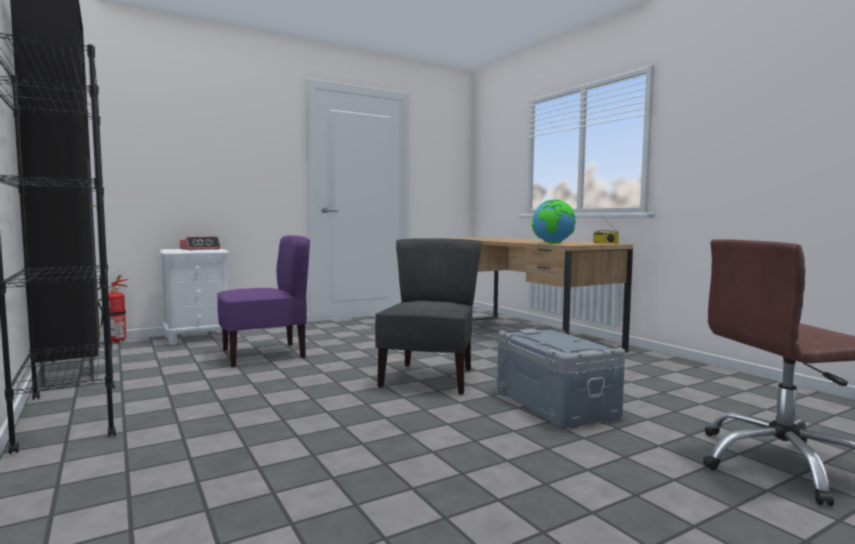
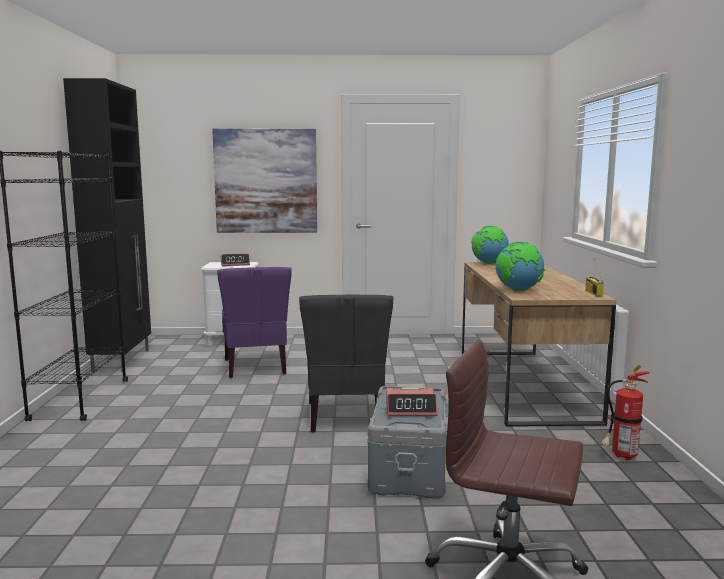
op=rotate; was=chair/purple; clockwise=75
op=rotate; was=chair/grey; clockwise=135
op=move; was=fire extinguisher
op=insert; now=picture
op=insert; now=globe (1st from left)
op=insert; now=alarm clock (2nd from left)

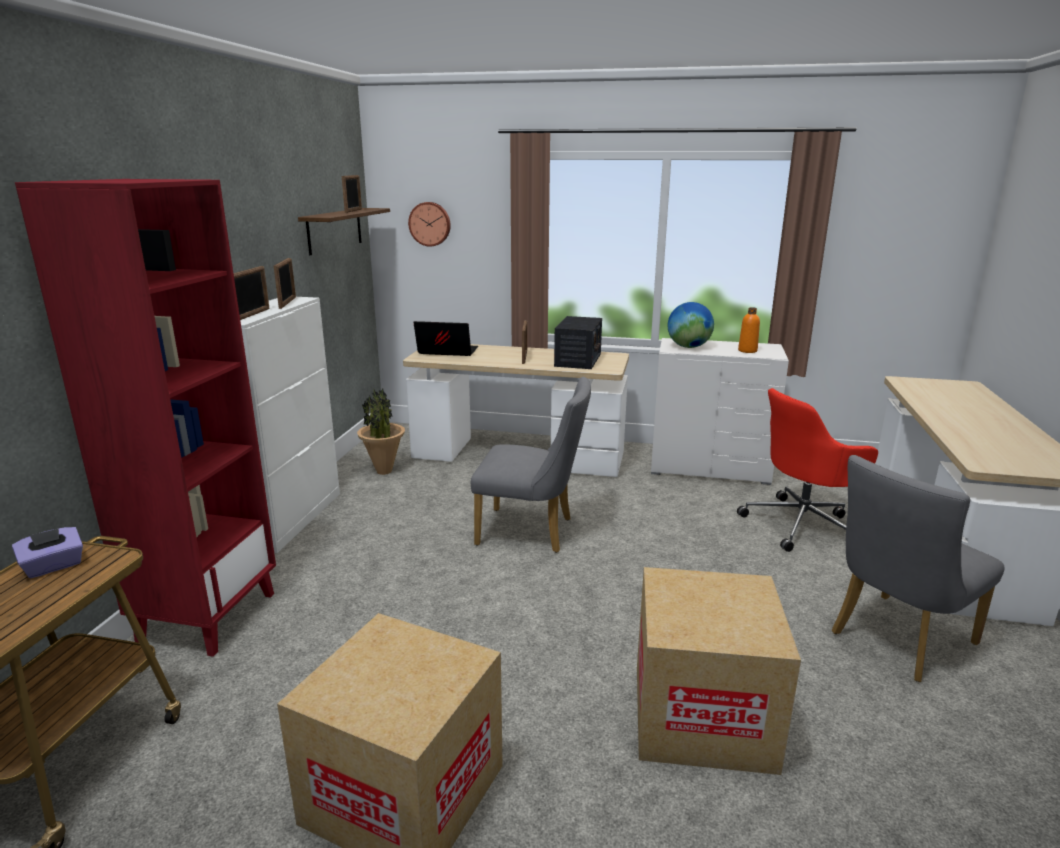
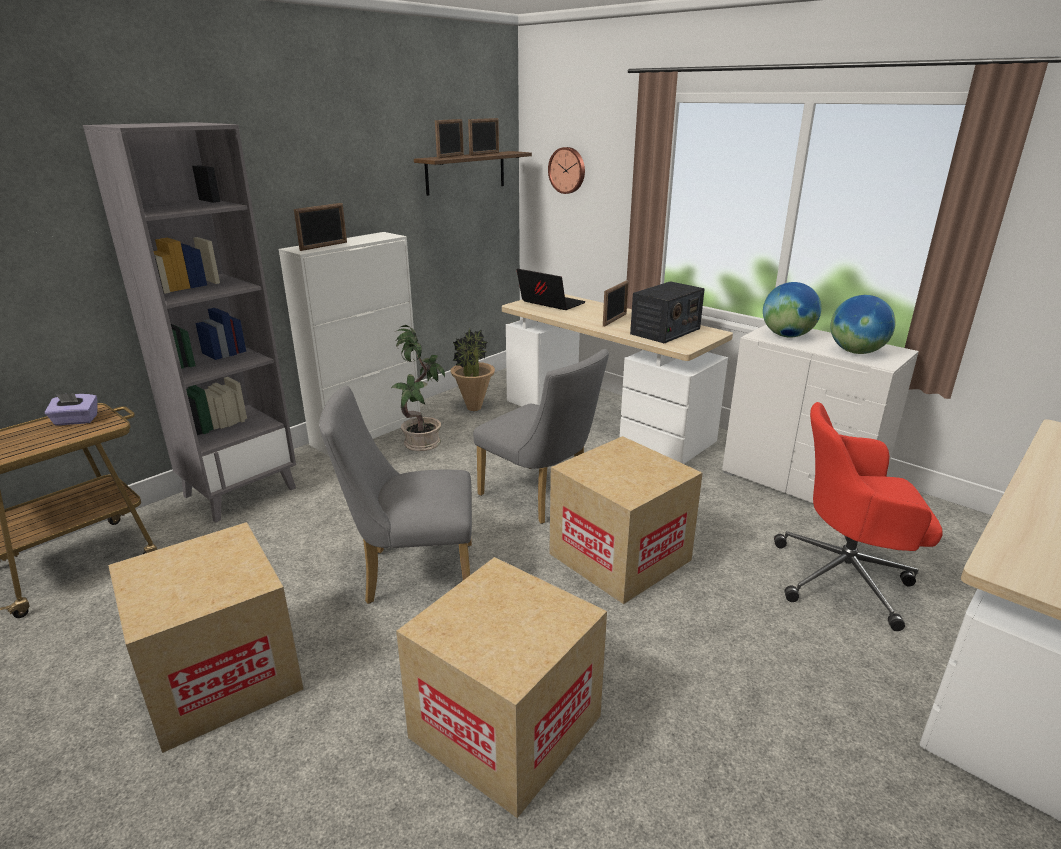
op=recolor; was=bookcase/red; now=bookcase/grey
op=move; was=picture frame (2nd from left)
op=replace; was=bottle/orange; now=globe (2nd from left)
op=move; was=chair/grey (2nd from left in the first image); now=chair/grey (1st from left)
op=insert; now=potted plant (1st from left)
op=insert; now=cardboard box (3rd from left)

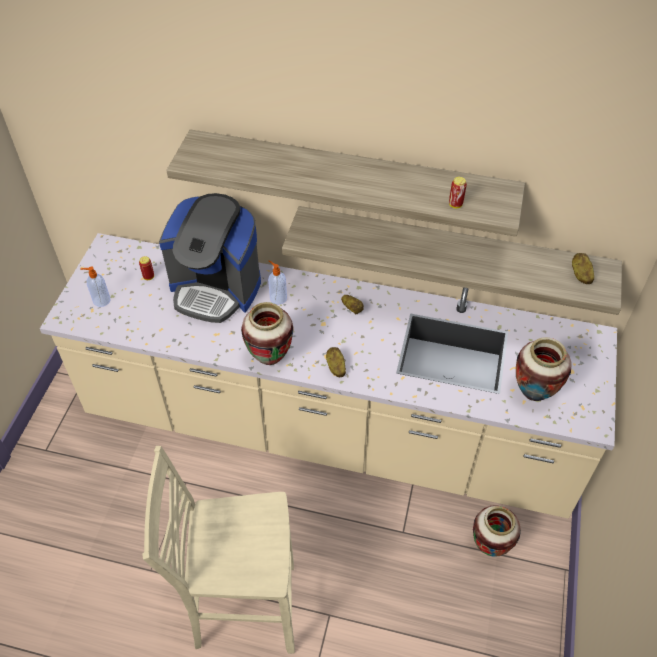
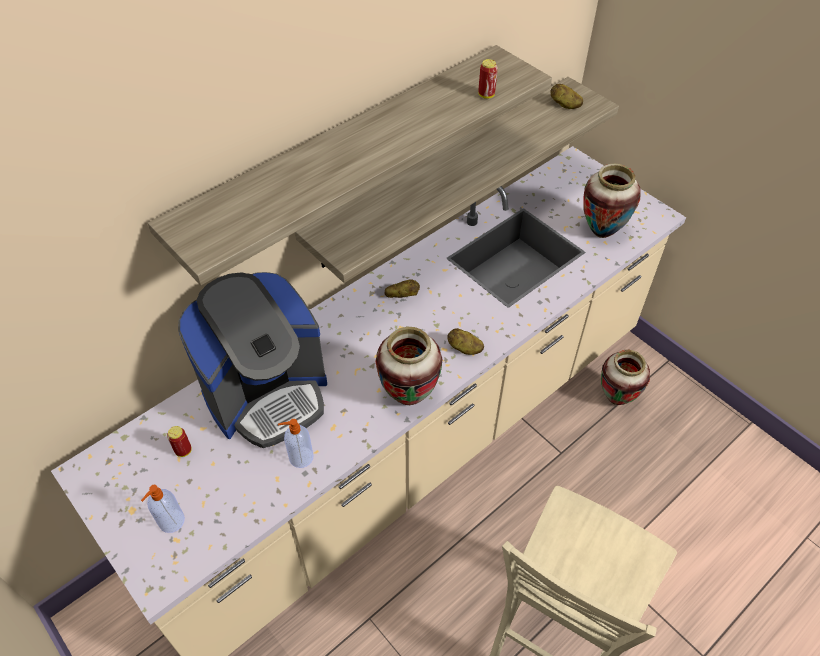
op=move; was=soap dispenser (2nd from left)

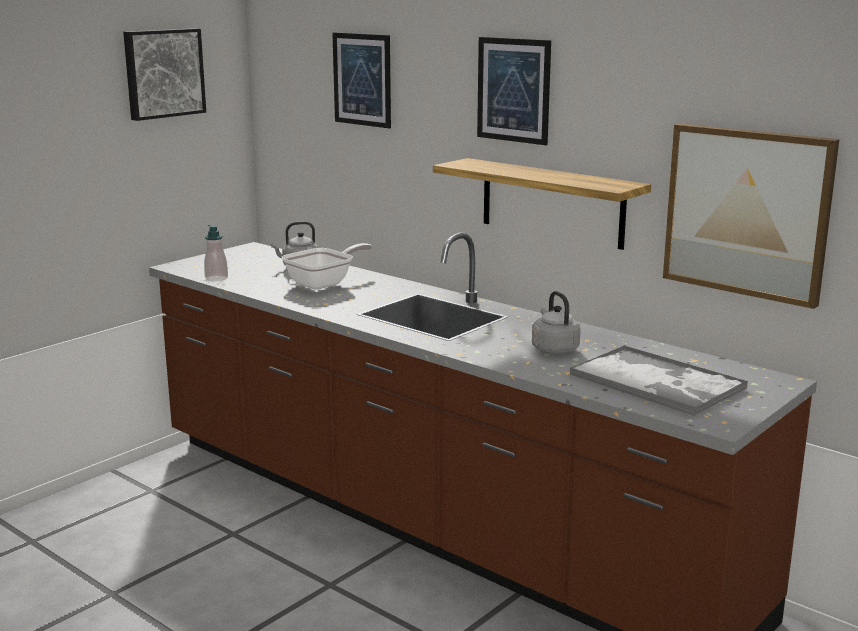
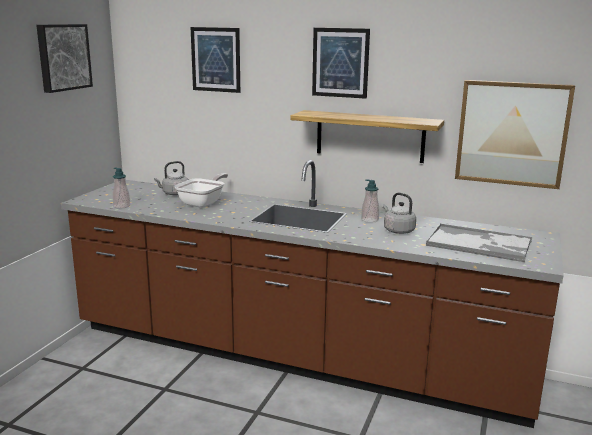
op=insert; now=soap dispenser (2nd from left)

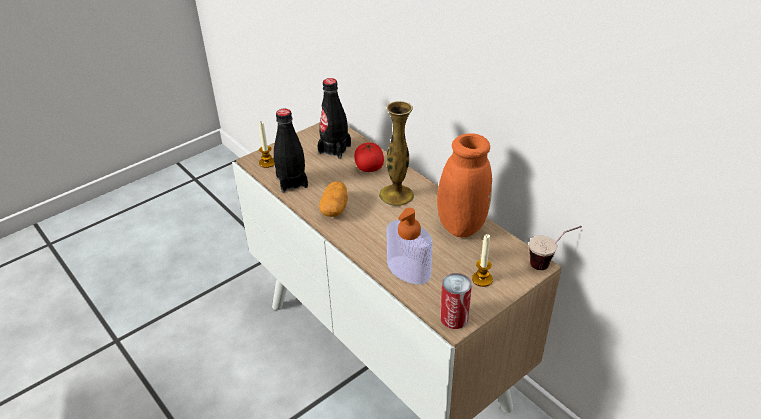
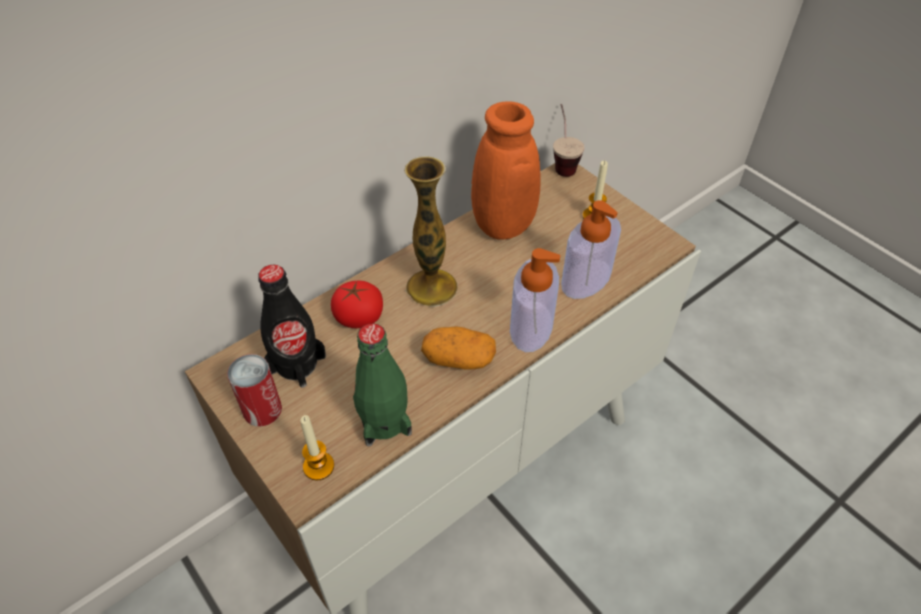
op=recolor; was=bottle/black (1st from left); now=bottle/green
op=move; was=can
op=insert; now=soap dispenser (1st from left)

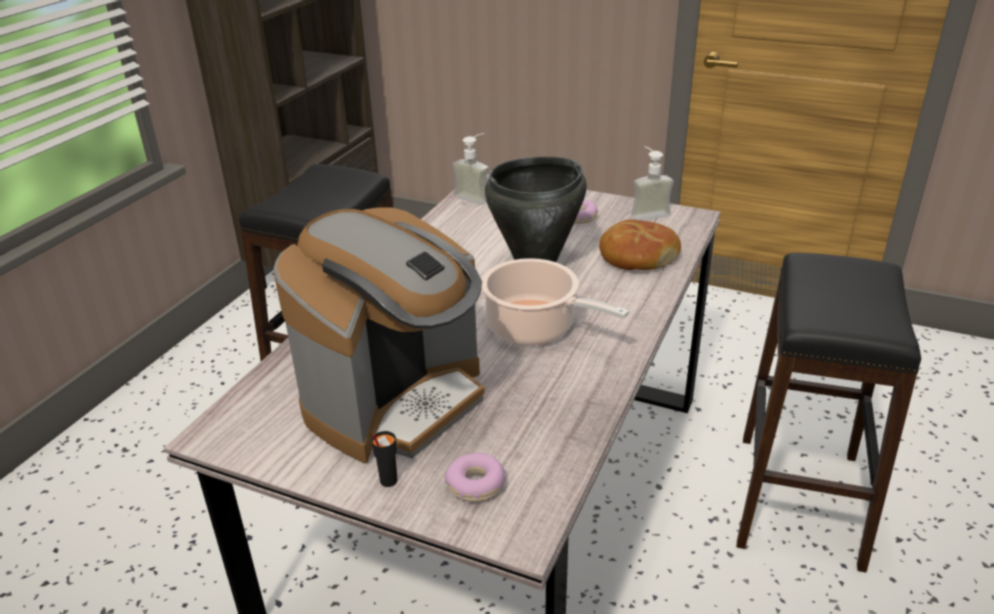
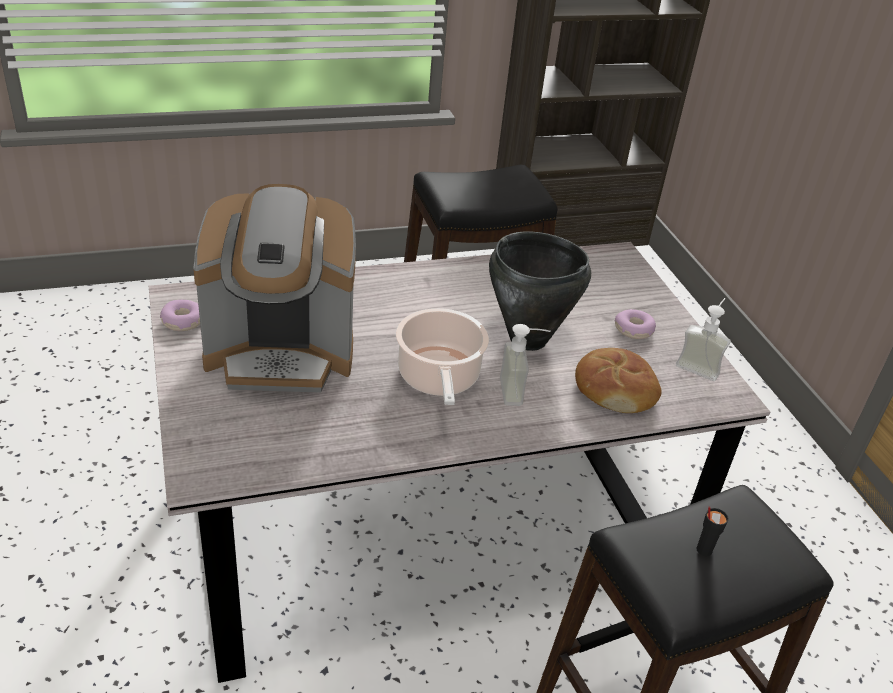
op=move; was=soap dispenser (1st from left)
op=move; was=cup/black
op=move; was=donut (1st from left)

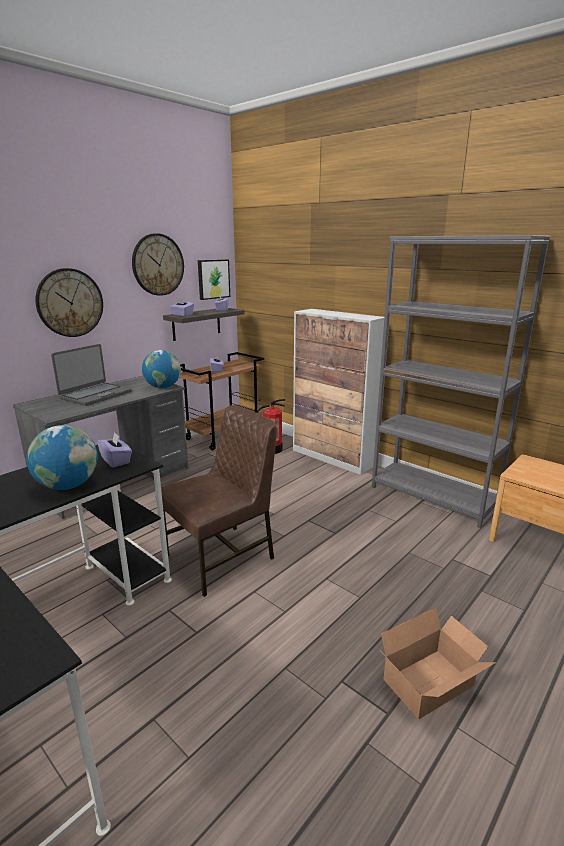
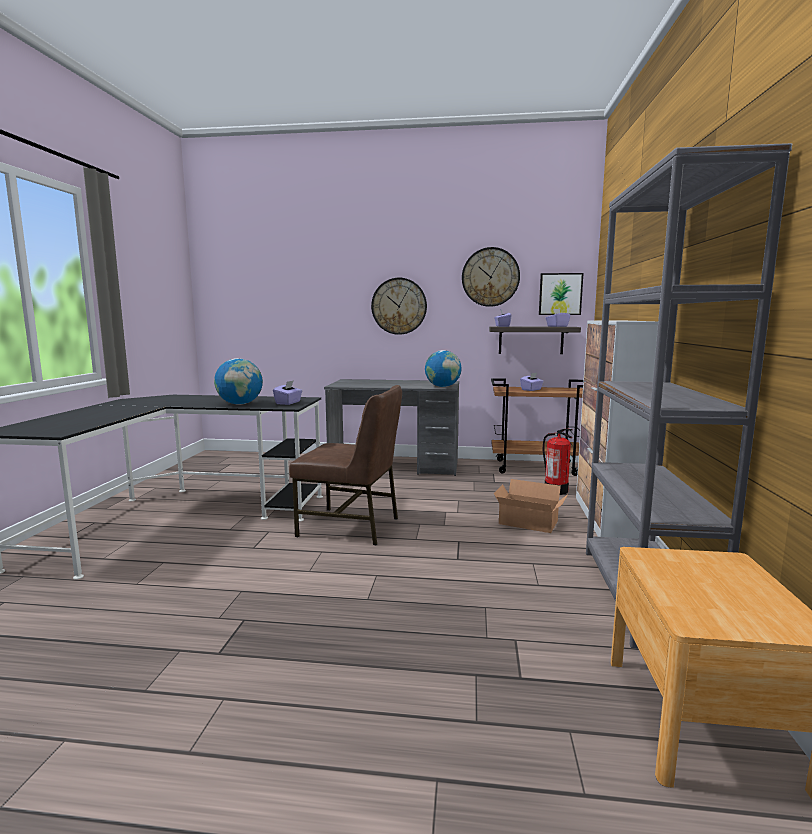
op=delete; was=laptop
op=move; was=cardboard box

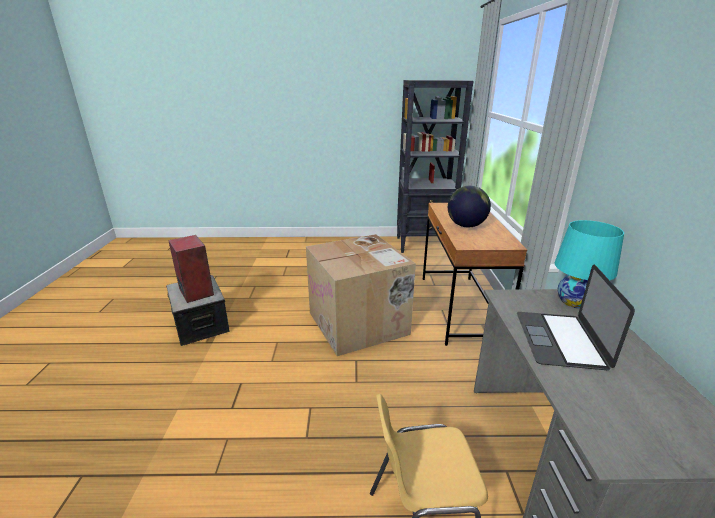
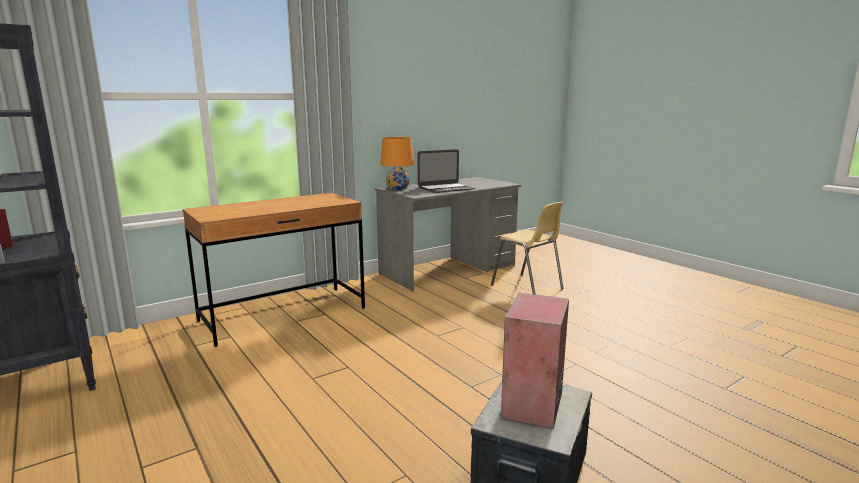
op=delete; was=globe
op=recolor; was=table lamp/turquoise; now=table lamp/orange
op=delete; was=cardboard box

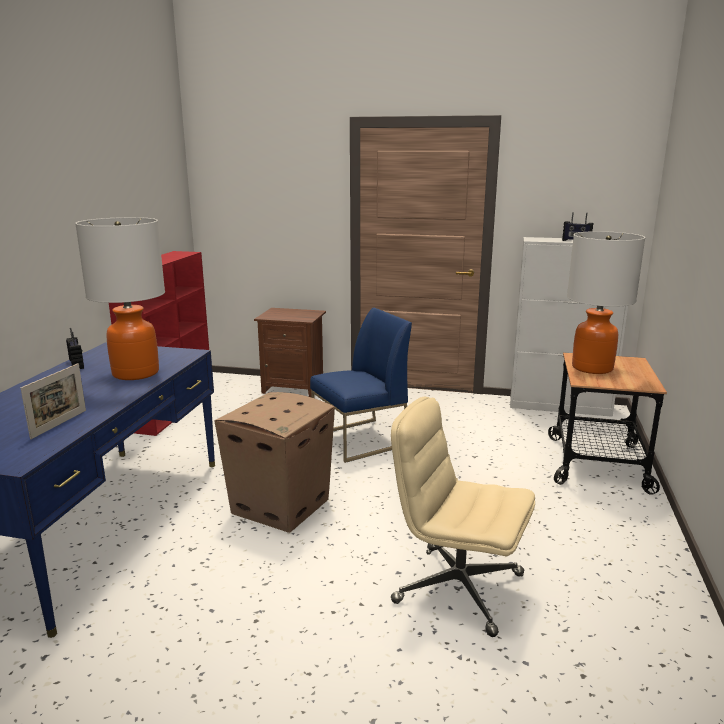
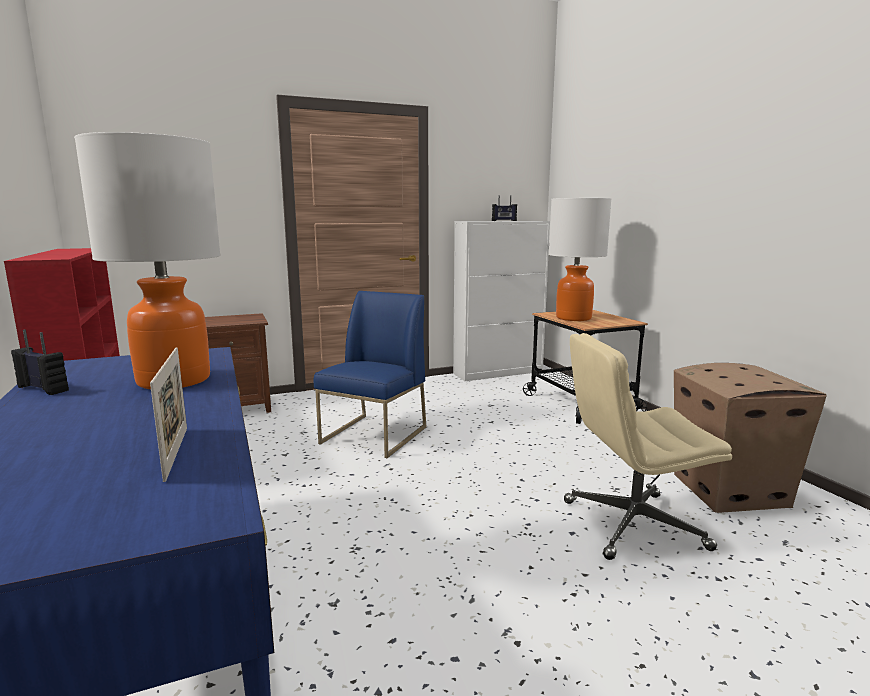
op=move; was=cardboard box

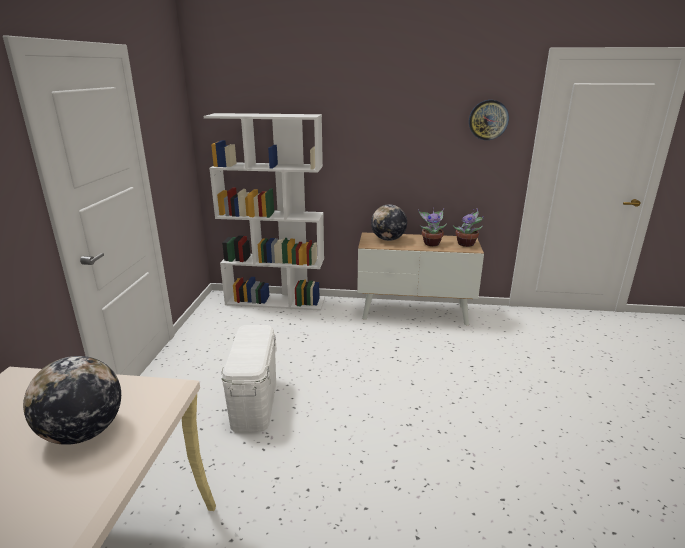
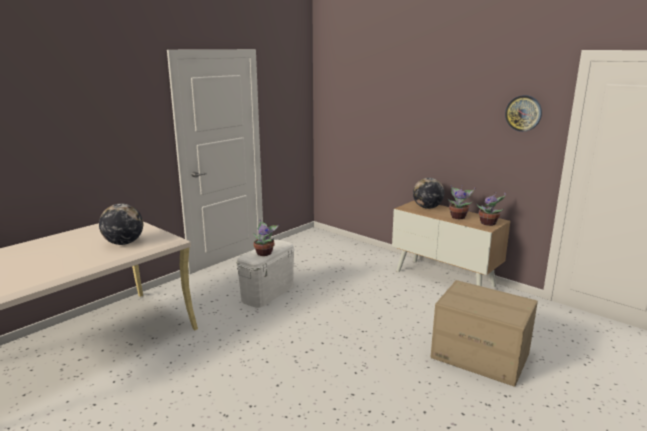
op=delete; was=bookcase/white
op=insert; now=potted plant (1st from left)
op=insert; now=cardboard box

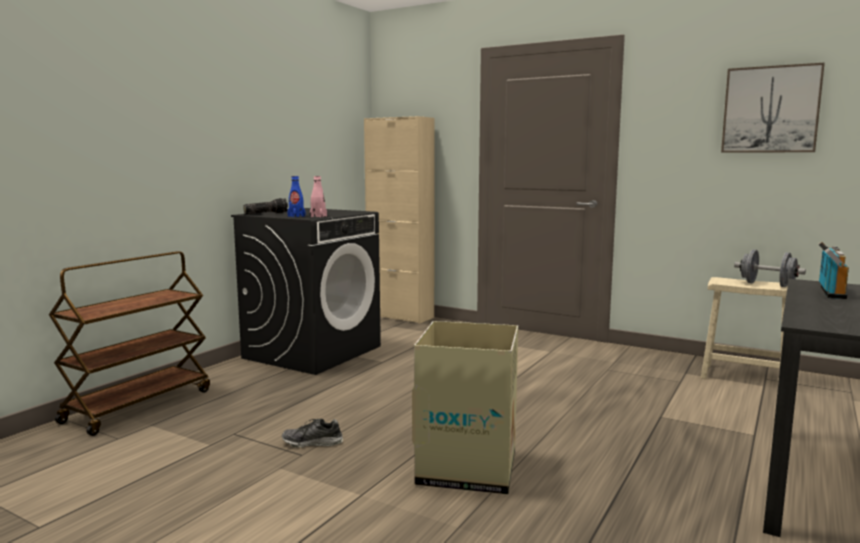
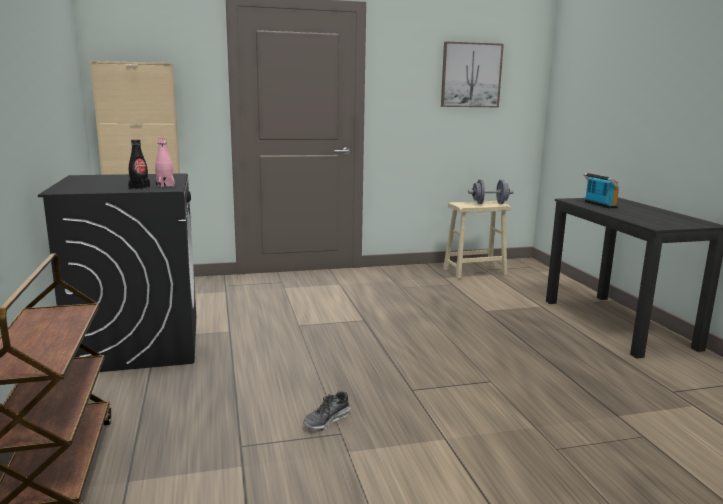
op=recolor; was=bottle/blue; now=bottle/black
op=delete; was=flashlight
op=delete; was=cardboard box

